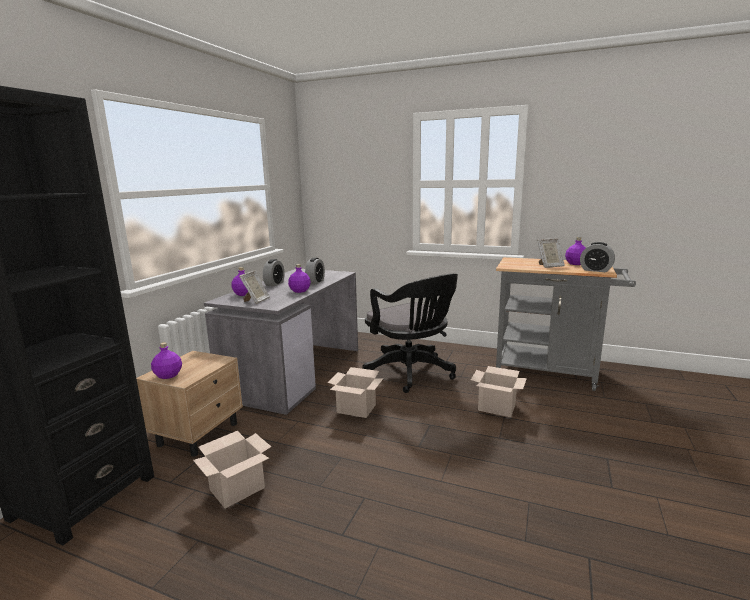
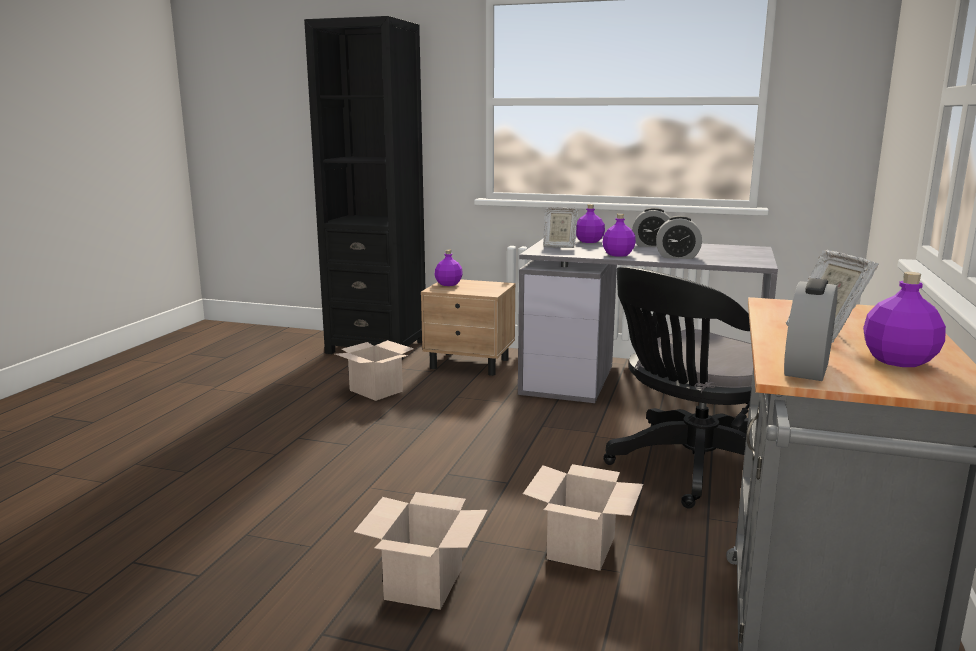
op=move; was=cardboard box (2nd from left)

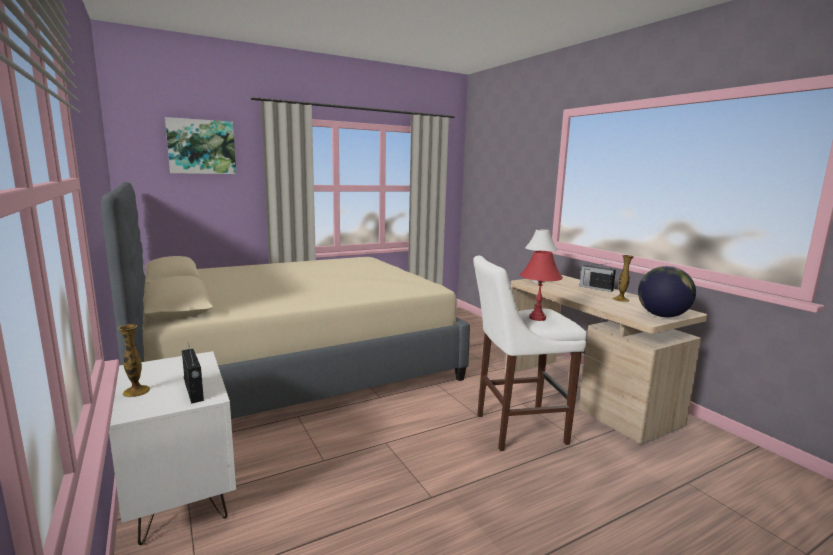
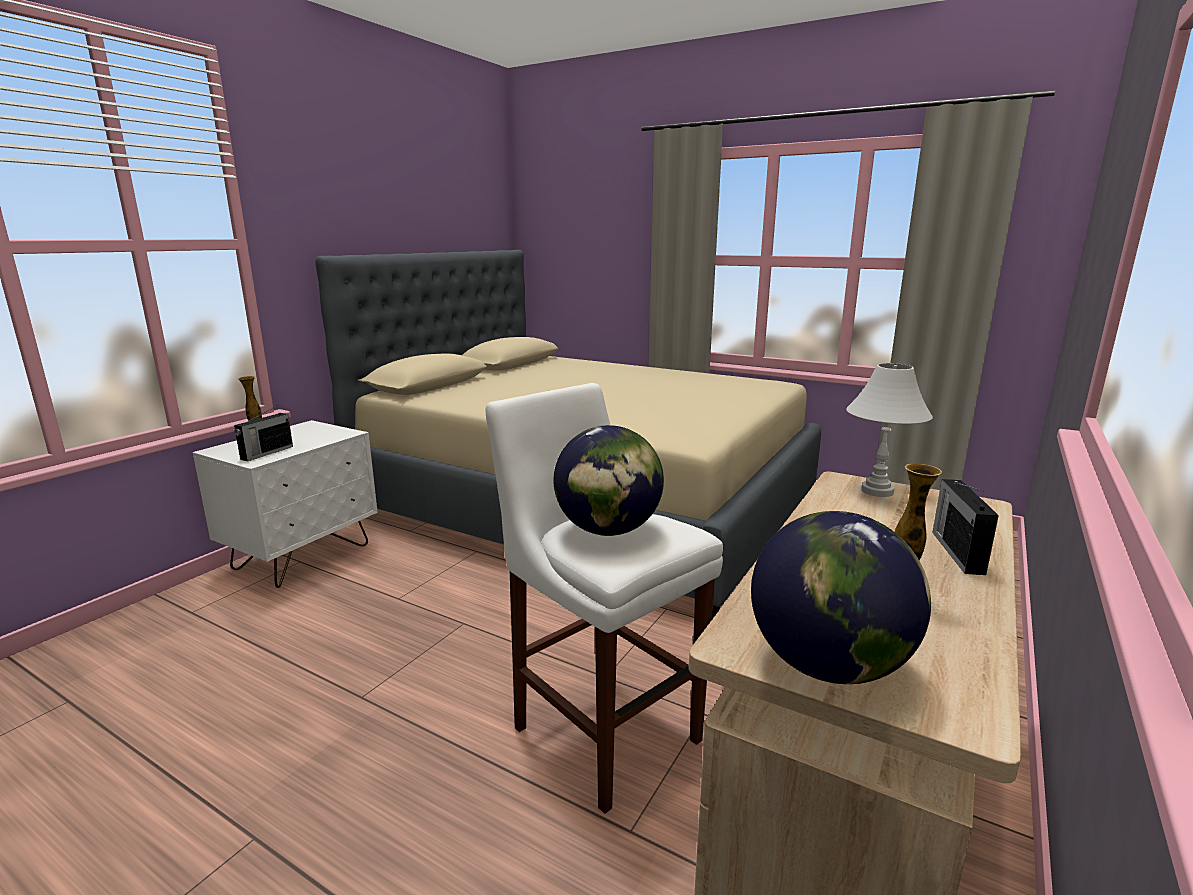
op=delete; was=picture
op=replace; was=table lamp/red; now=globe (1st from left)

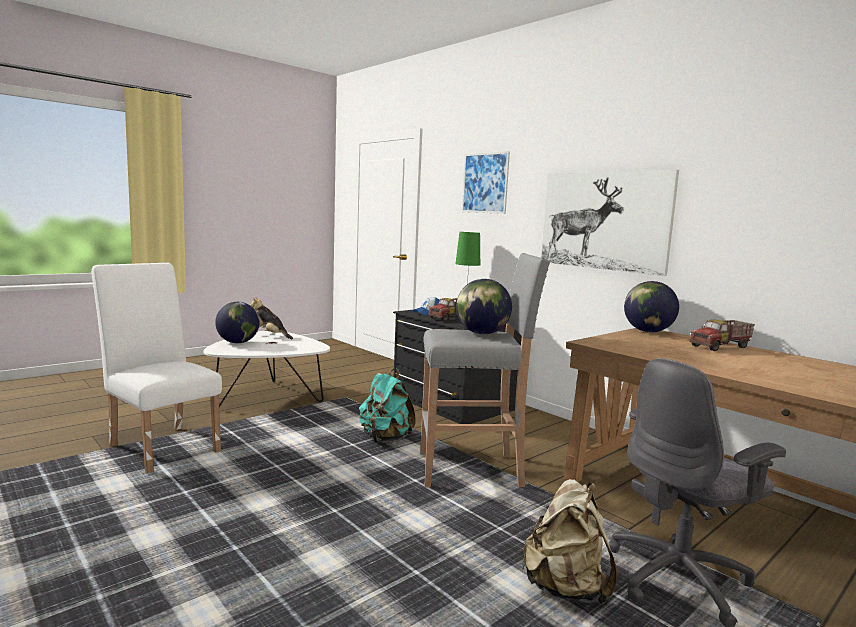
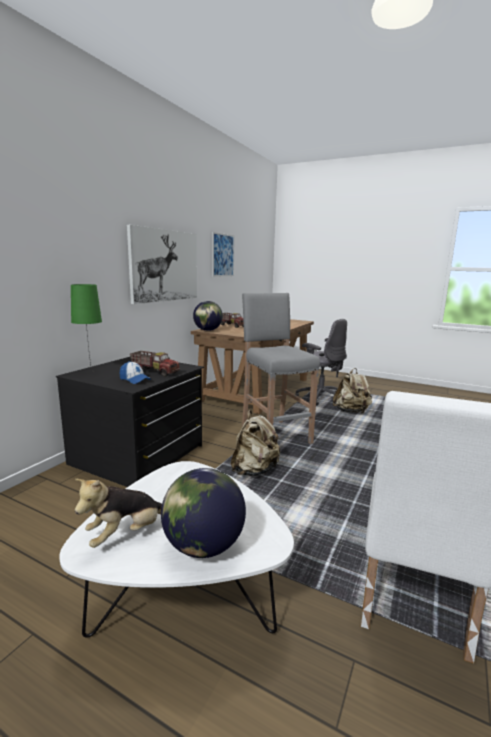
op=move; was=picture (1st from left in the first image); now=picture (2nd from left)
op=delete; was=globe (2nd from left)
op=rotate; was=plush toy; clockwise=45
op=recolor; was=backpack/turquoise; now=backpack/beige (1st from left)

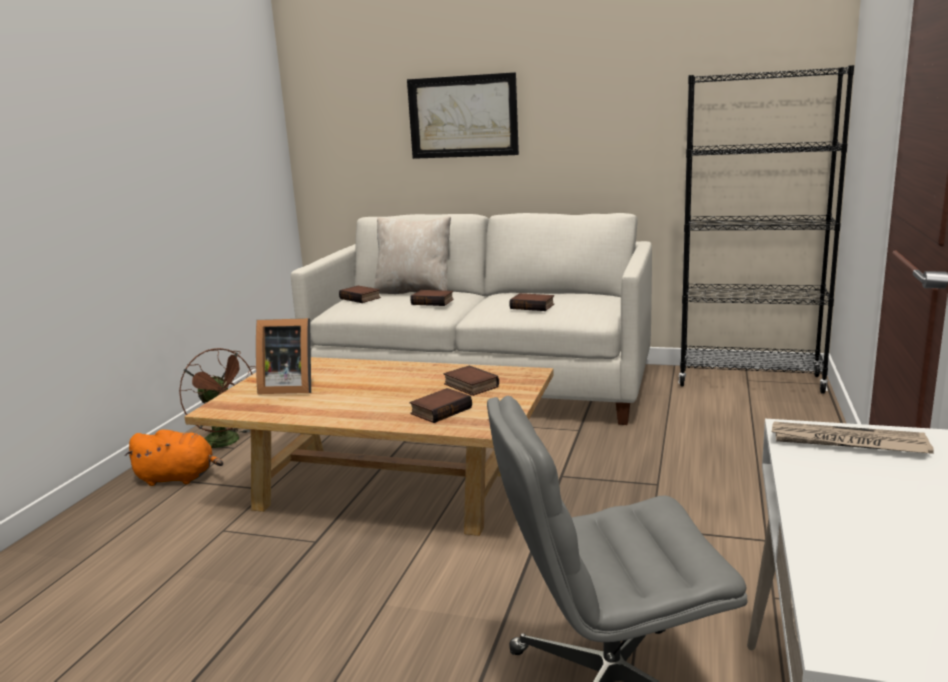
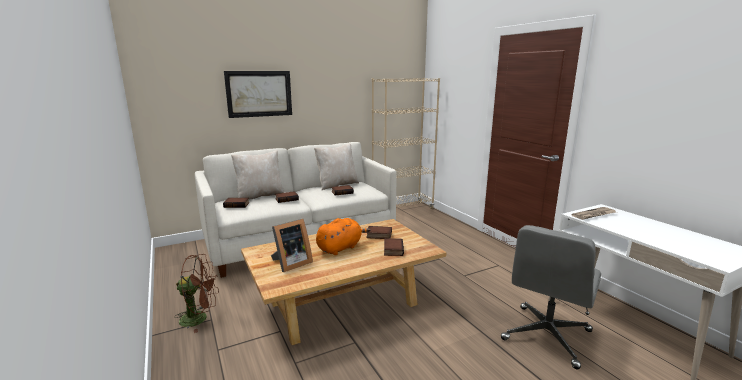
op=recolor; was=bookcase/black; now=bookcase/beige
op=move; was=plush toy/orange
op=insert; now=pillow/beige (2nd from left)

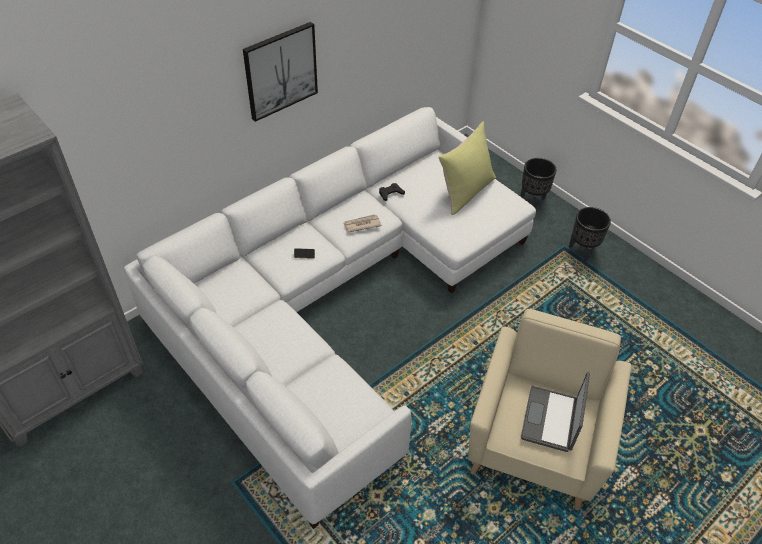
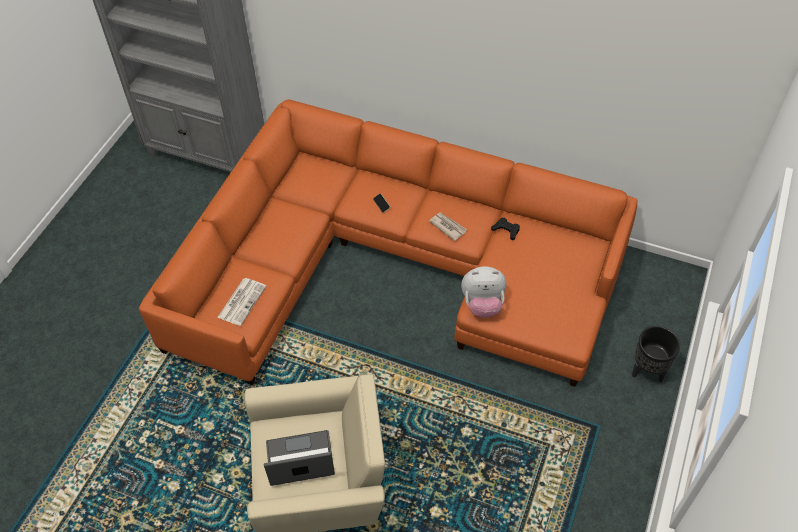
op=delete; was=picture
op=recolor; was=sofa/white; now=sofa/orange
op=delete; was=pillow/yellow
op=delete; was=planter/black (2nd from left)
op=insert; now=plush toy
op=insert; now=newspaper (1st from left)

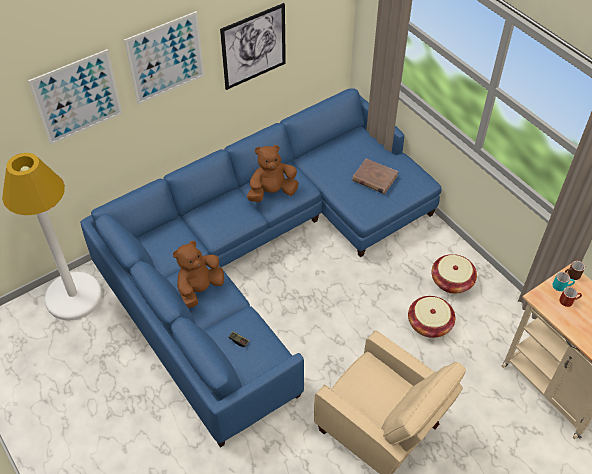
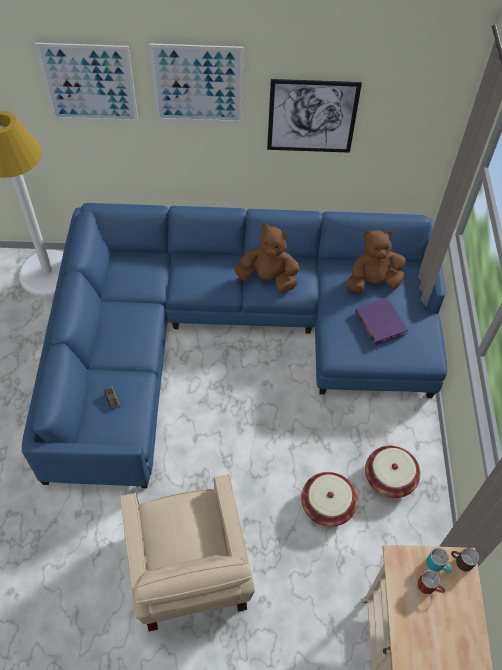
op=recolor; was=book/brown; now=book/purple
op=move; was=plush toy/brown (1st from left in the first image); now=plush toy/brown (2nd from left)

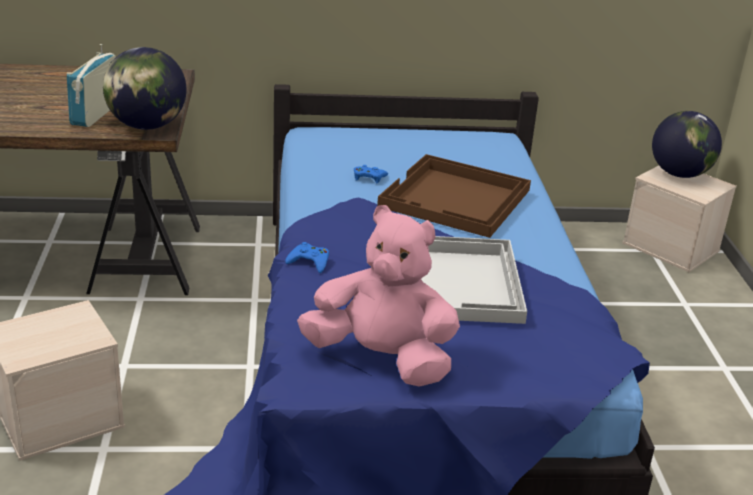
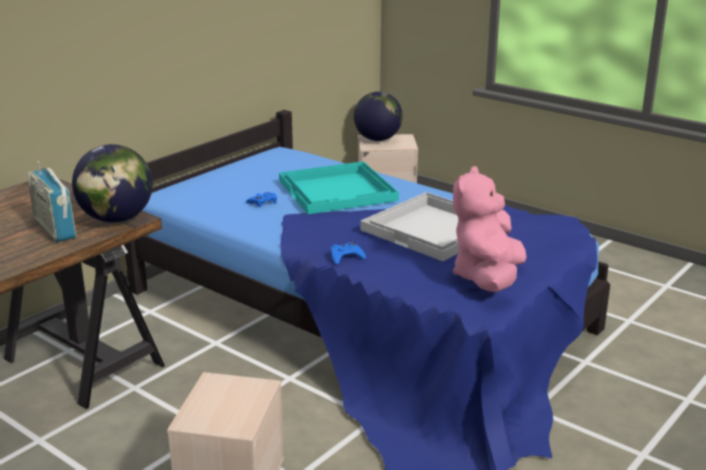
op=recolor; was=tray/brown; now=tray/turquoise
op=rotate; was=plush toy/pink; clockwise=-45

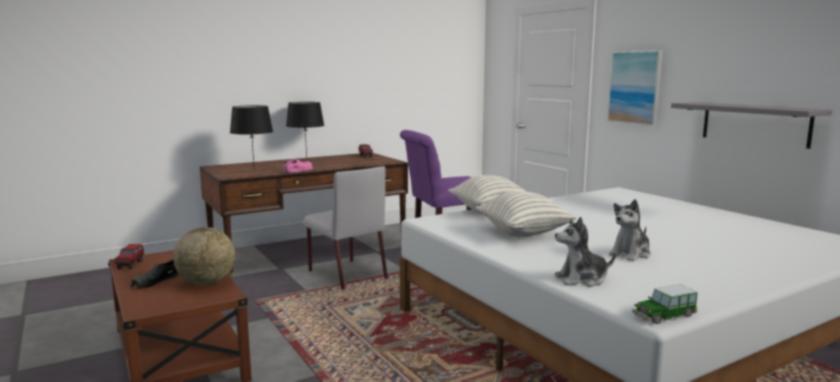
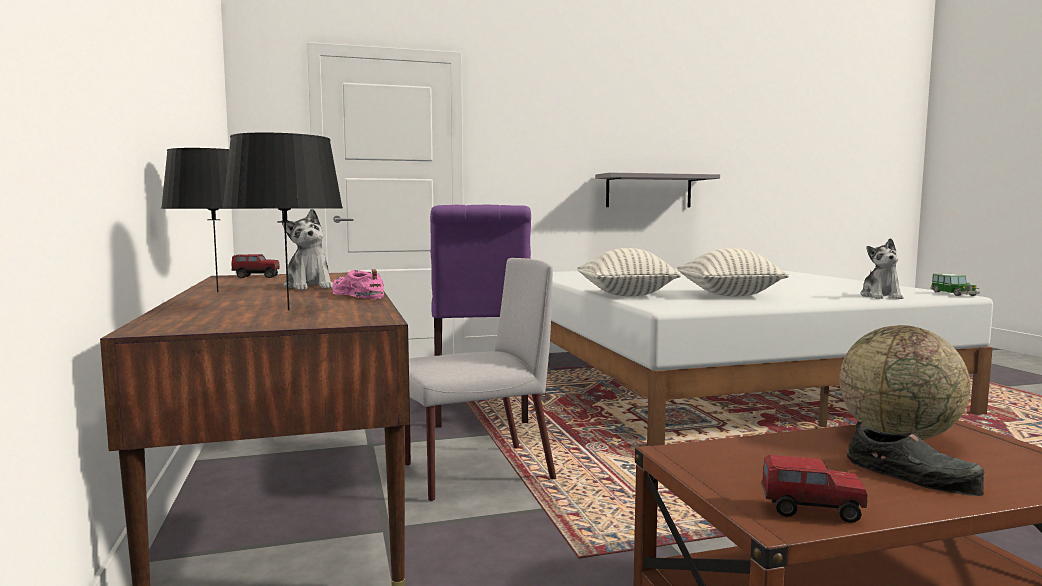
op=delete; was=picture
op=move; was=plush toy (2nd from left in the first image); now=plush toy (1st from left)

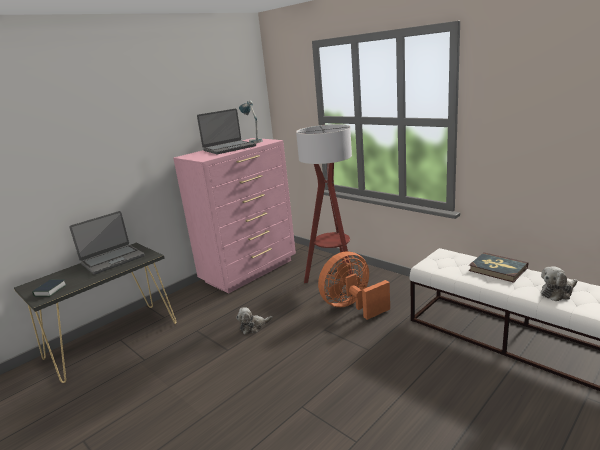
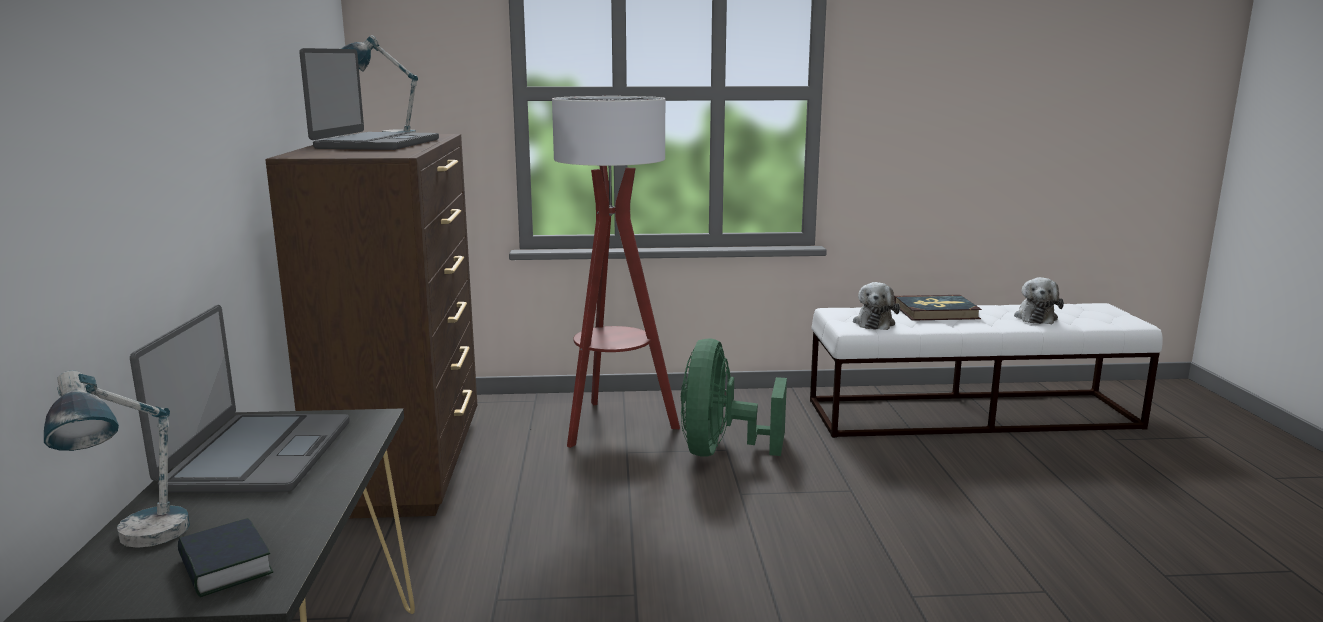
op=recolor; was=dresser/pink; now=dresser/brown
op=recolor; was=fan/orange; now=fan/green
op=move; was=plush toy (1st from left)
op=insert; now=table lamp (1st from left)

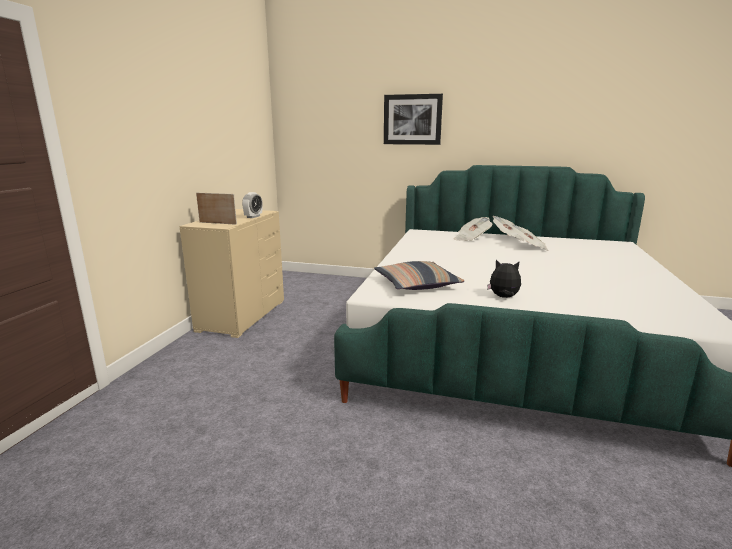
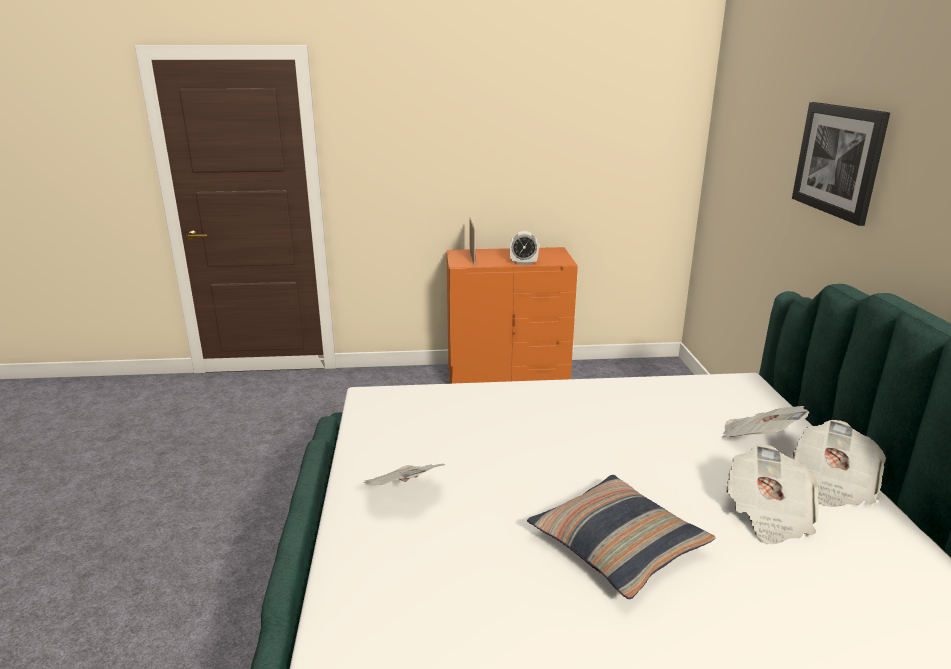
op=recolor; was=dresser/beige; now=dresser/orange
op=replace; was=plush toy; now=newspaper (1st from left)
op=move; was=pillow

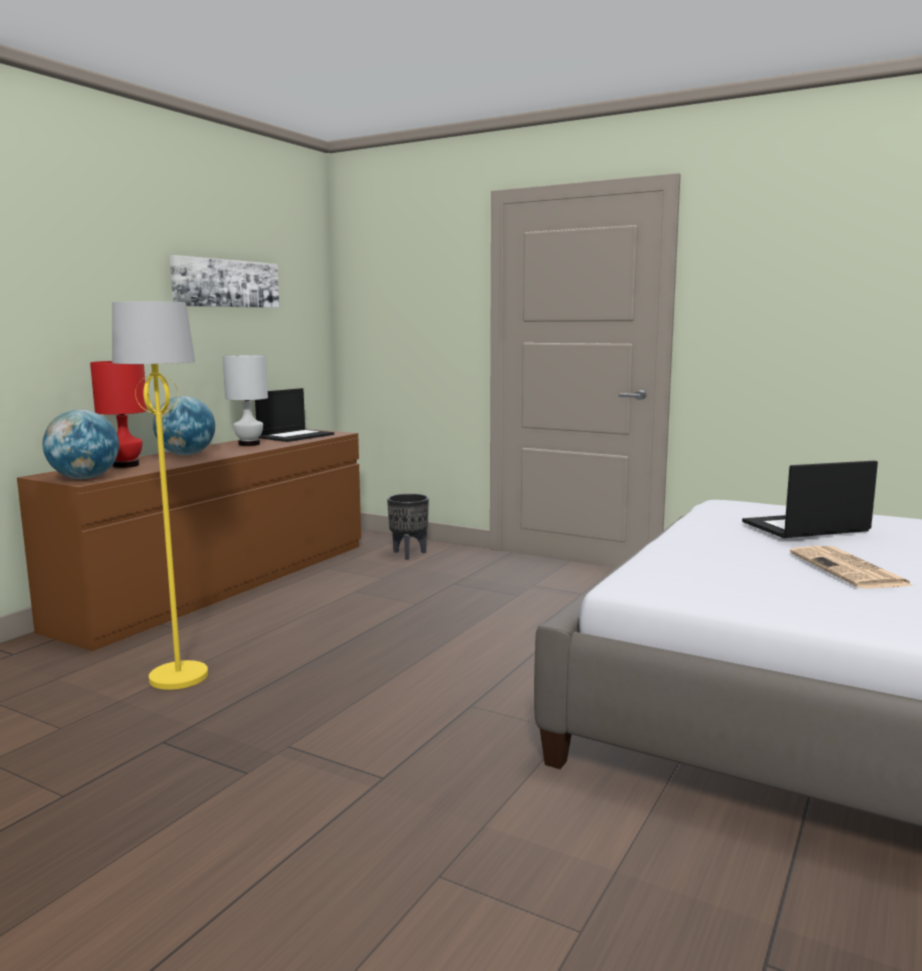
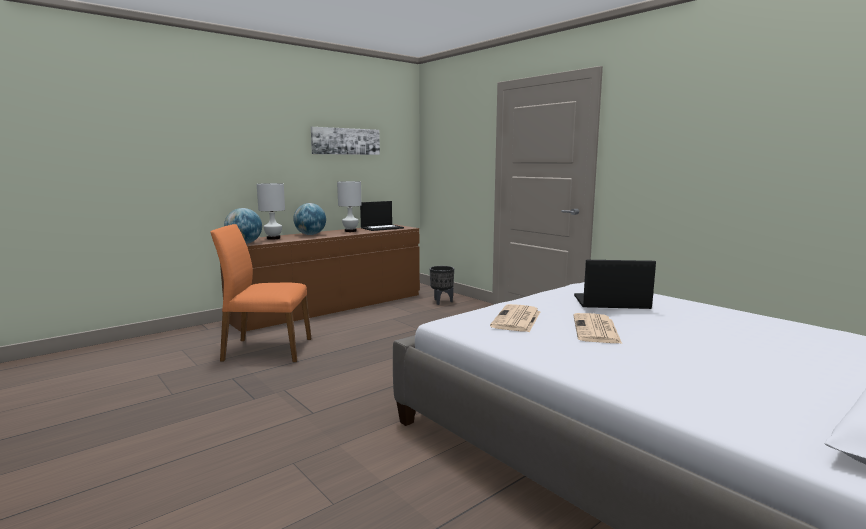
op=replace; was=floor lamp/yellow; now=chair/orange
op=recolor; was=table lamp/red; now=table lamp/white (1st from left)
op=insert; now=newspaper (1st from left)

